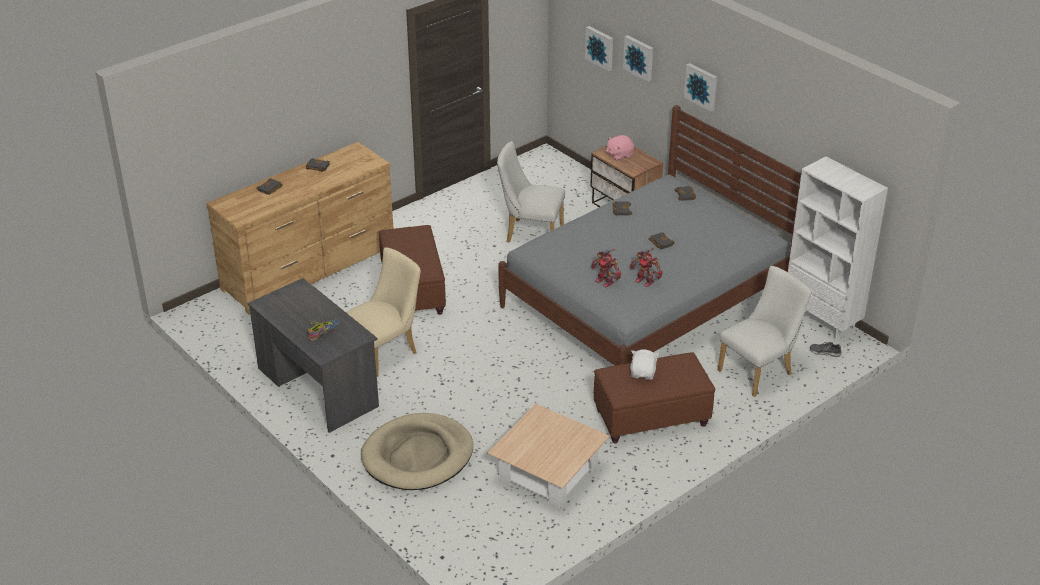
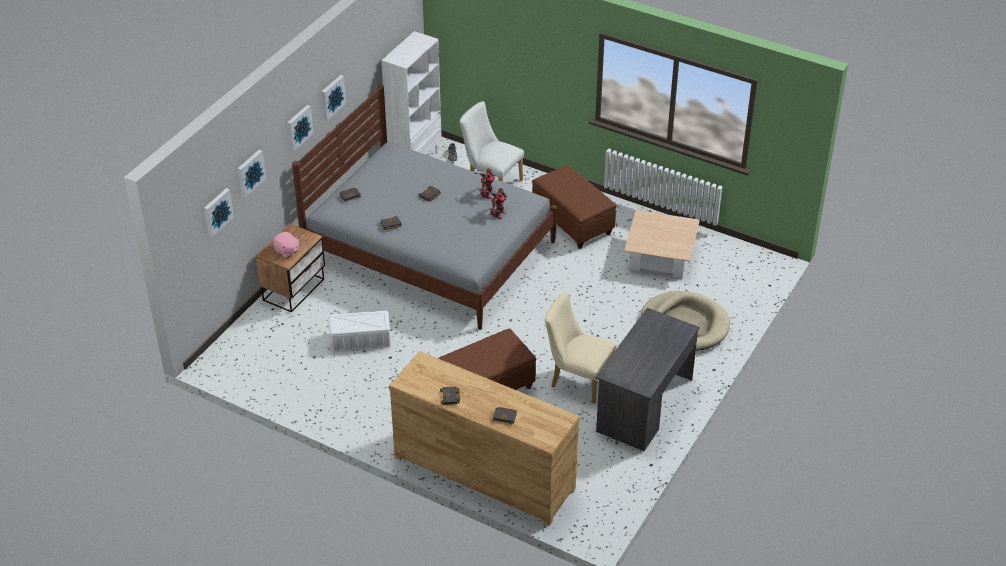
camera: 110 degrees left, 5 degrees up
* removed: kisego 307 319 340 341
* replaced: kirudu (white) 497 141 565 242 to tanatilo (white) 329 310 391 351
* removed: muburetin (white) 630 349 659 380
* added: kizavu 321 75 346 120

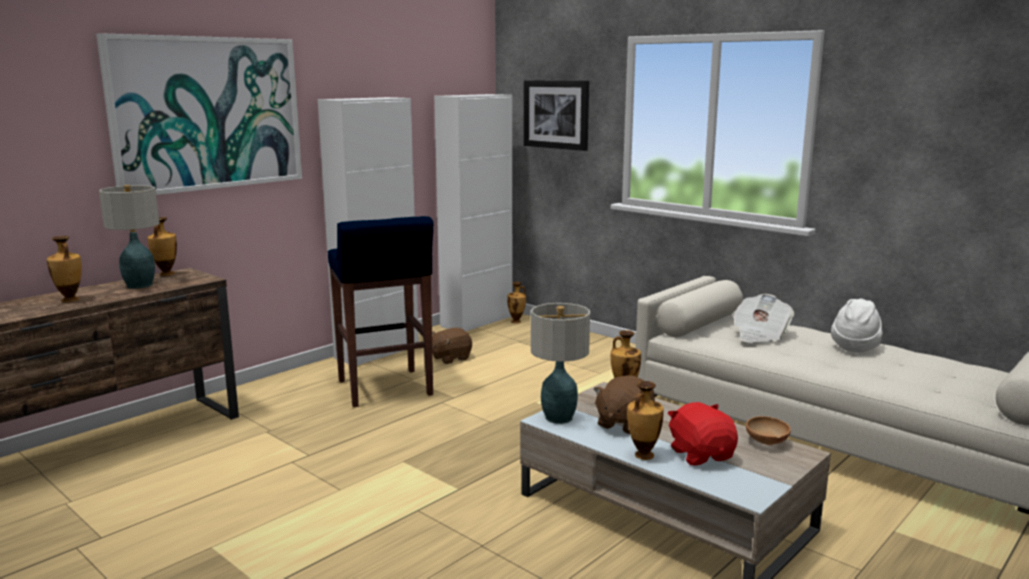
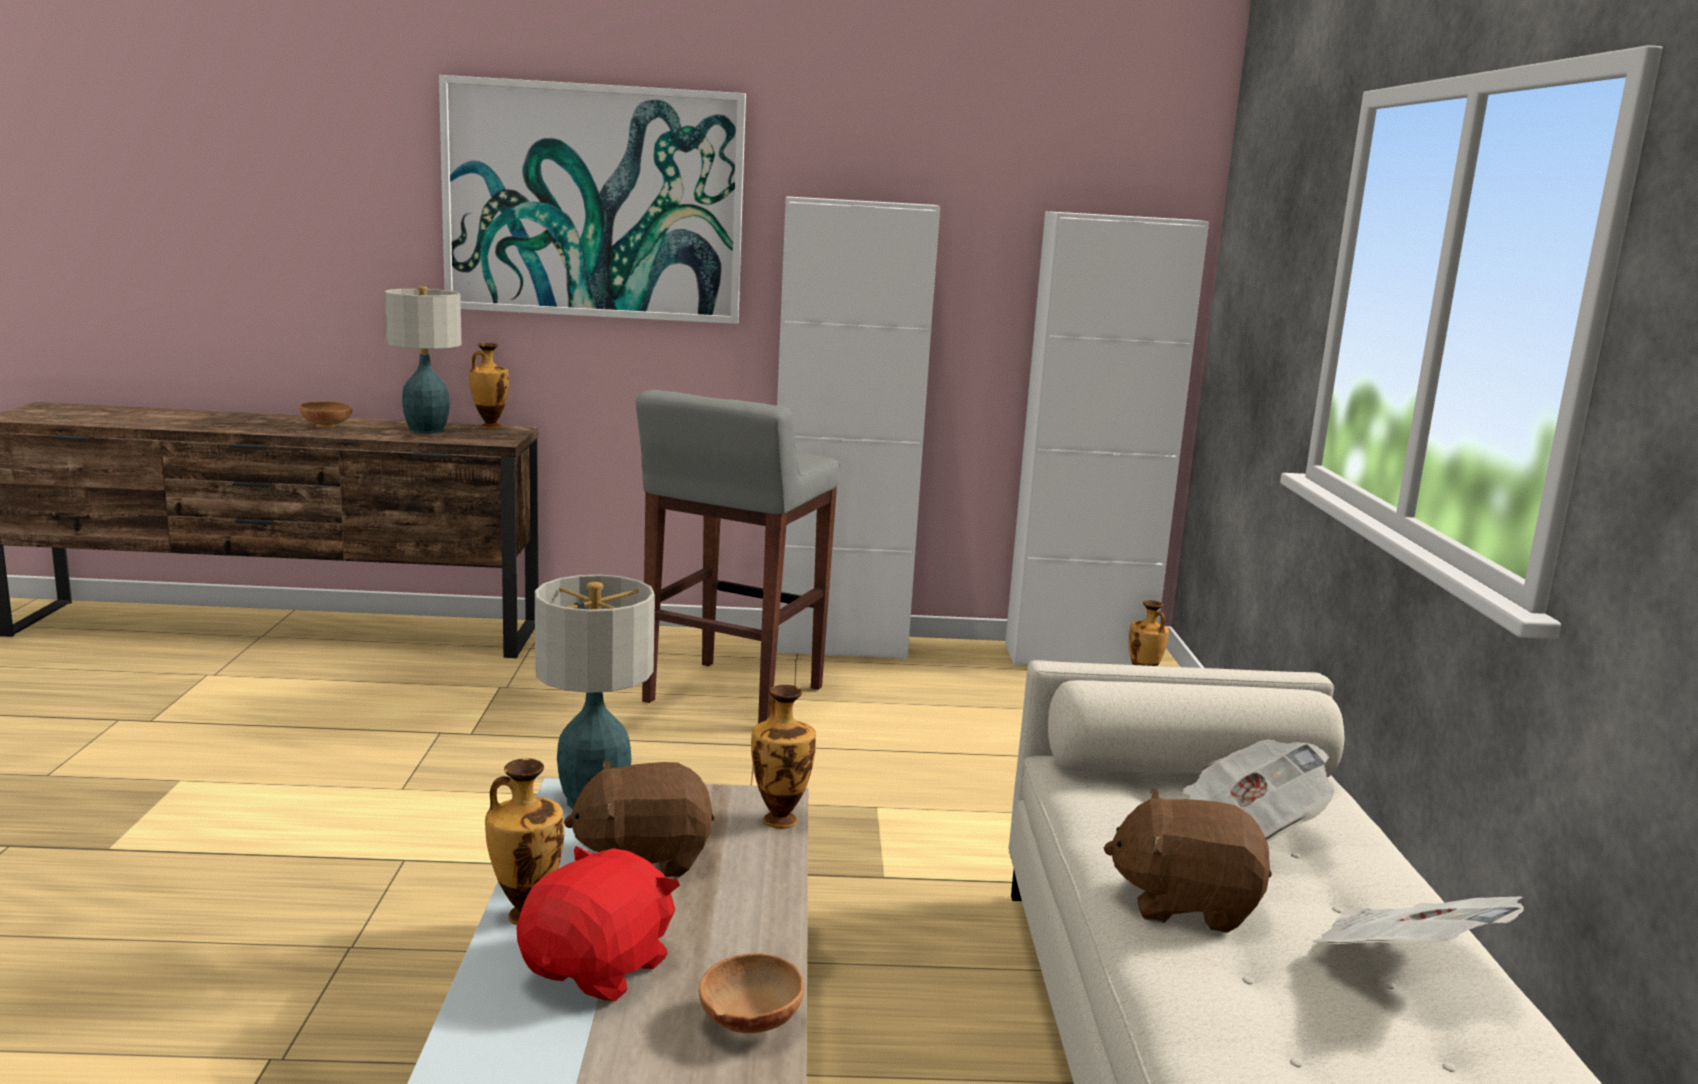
camera: 45 degrees right, 0 degrees up
* replaced: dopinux 47 236 82 302 to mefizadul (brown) 299 401 352 427
* recoloured: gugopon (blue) 328 216 433 407 to gugopon (grey) 636 390 840 724
* moved: muburetin (brown) 432 328 472 364 to 1104 789 1272 933
* removed: kizavu 524 80 589 151
* replaced: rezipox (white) 831 299 882 352 to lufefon 1313 897 1524 944

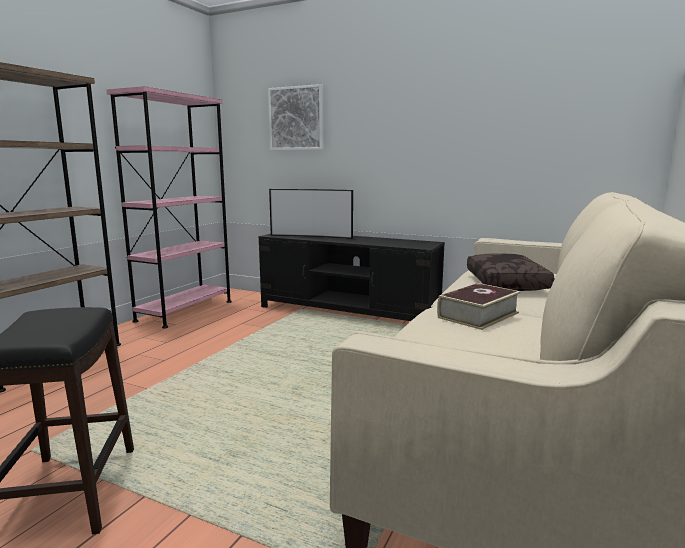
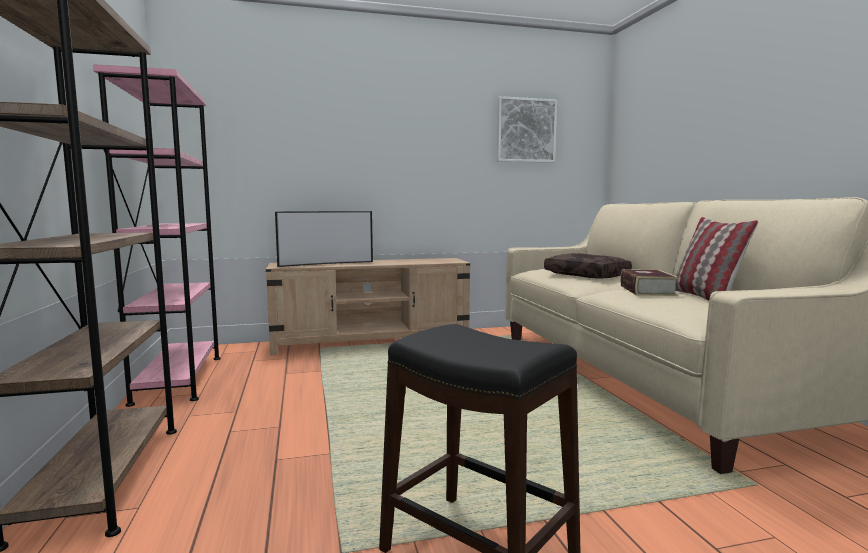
camera: 40 degrees left, 5 degrees down
* recoloured: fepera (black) 258 234 445 321 to fepera (beige) 266 258 470 356
* moved: kizavu 268 84 324 150 to 497 96 557 163
* added: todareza 675 217 758 301

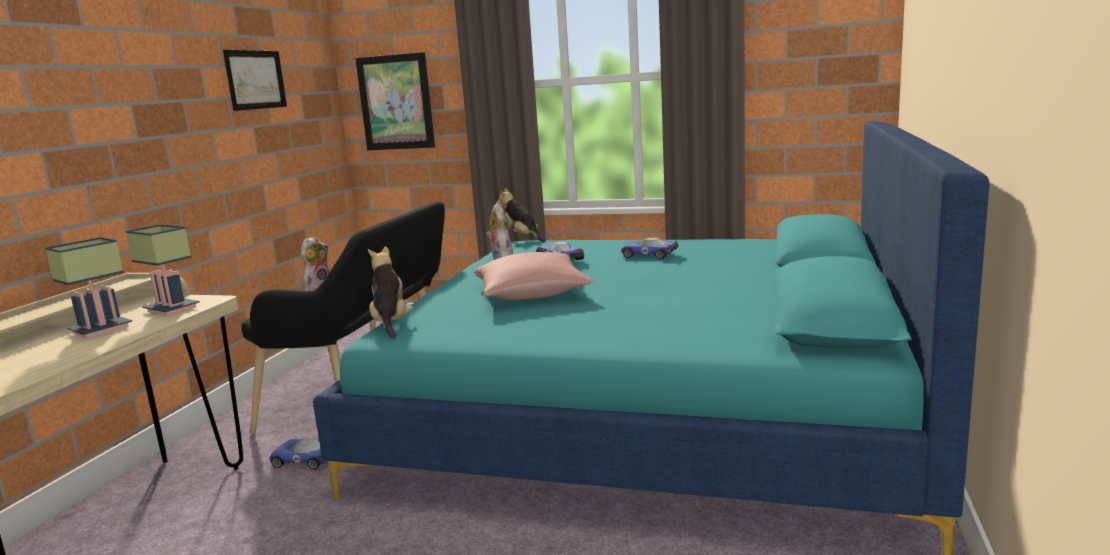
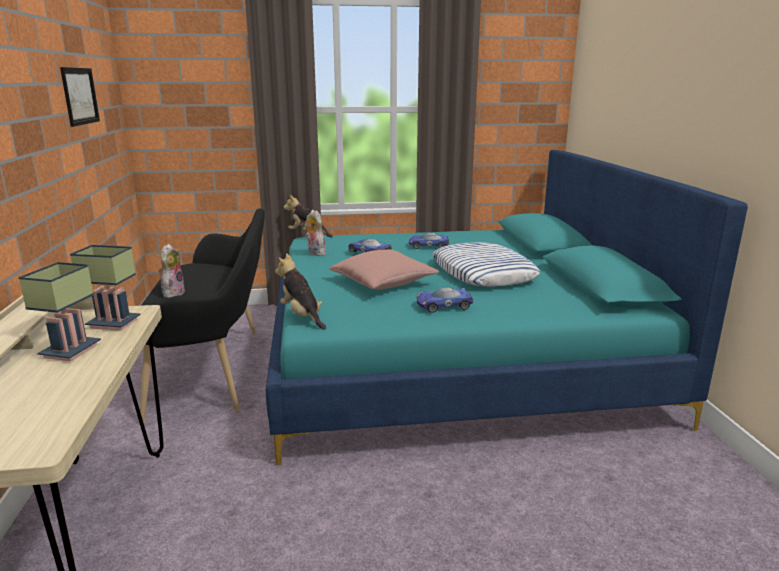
camera: 25 degrees left, 5 degrees up
* moved: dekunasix 269 438 325 470 to 416 287 474 313
* removed: kizavu 355 52 435 150
* added: todareza 432 242 541 287

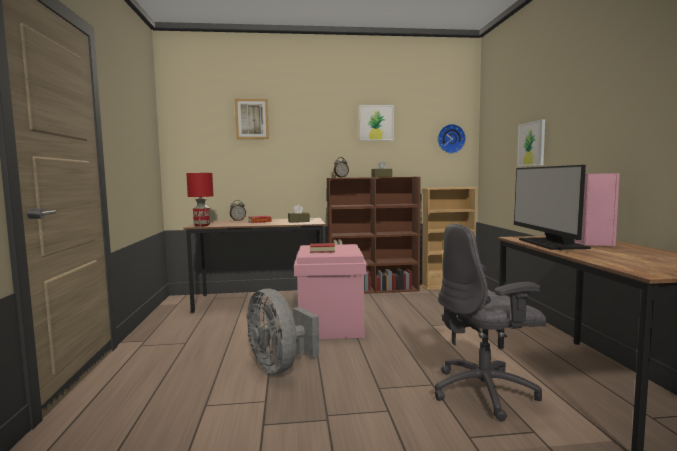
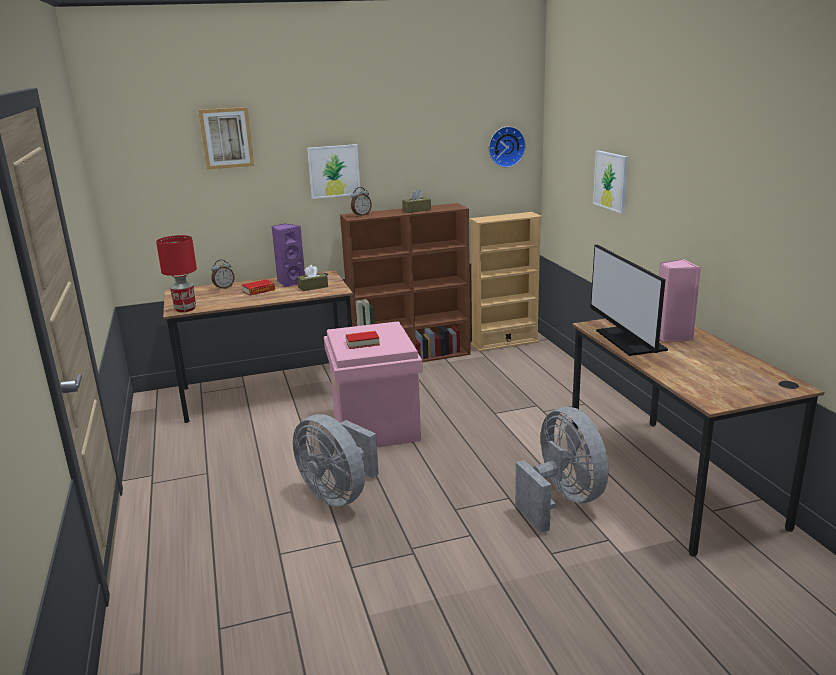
camera: 10 degrees left, 15 degrees up
* moved: kizavu 359 105 394 141 to 307 144 361 199
* replaced: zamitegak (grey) 435 223 546 422 to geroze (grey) 515 407 609 533
* added: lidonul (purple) 271 223 305 288

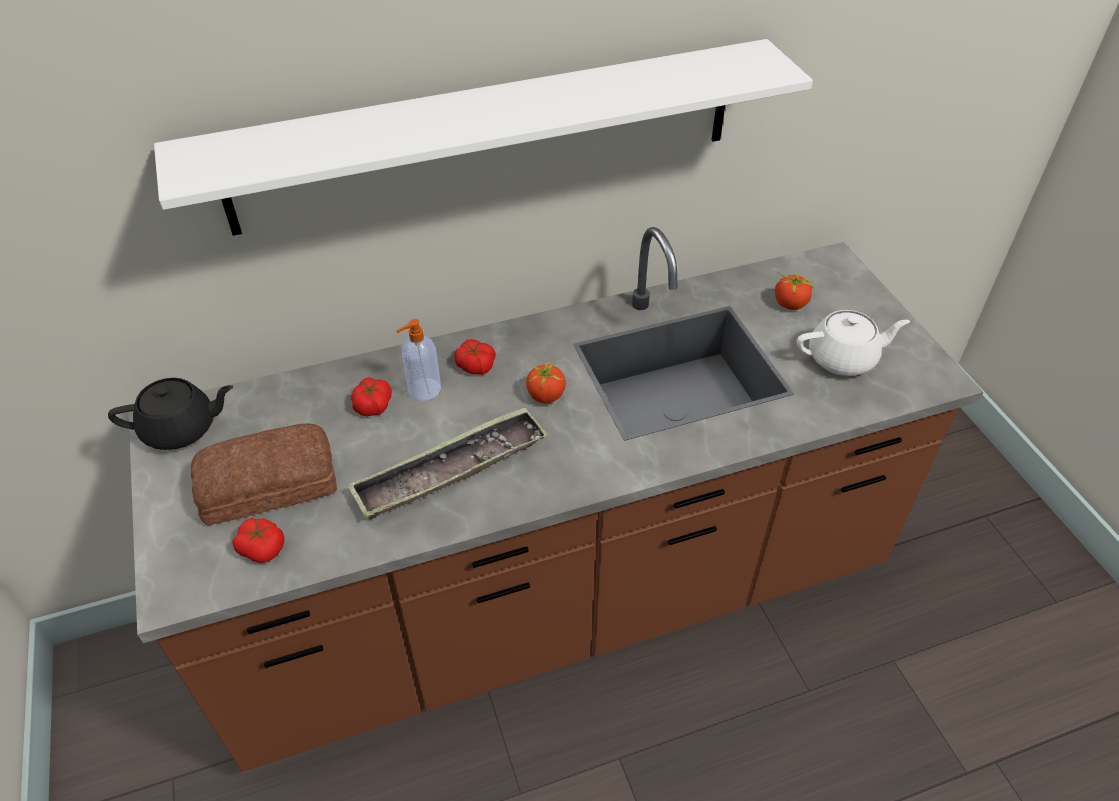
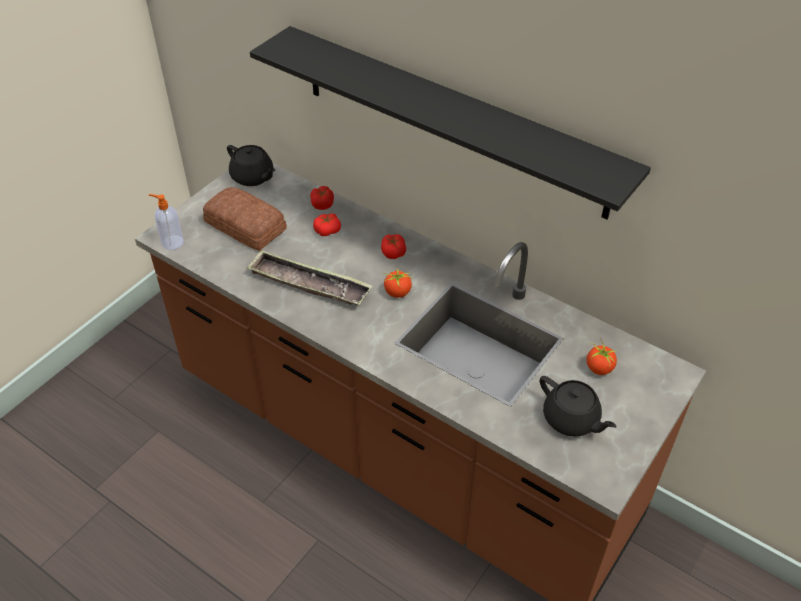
camera: 55 degrees right, 0 degrees up
* recoloured: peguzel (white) 154 39 813 236 to peguzel (black) 250 26 651 219
* moved: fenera 232 518 284 563 to 310 186 334 210
* moved: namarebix 396 319 441 401 to 149 194 184 250
* recoloured: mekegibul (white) 796 310 910 376 to mekegibul (black) 540 376 617 437

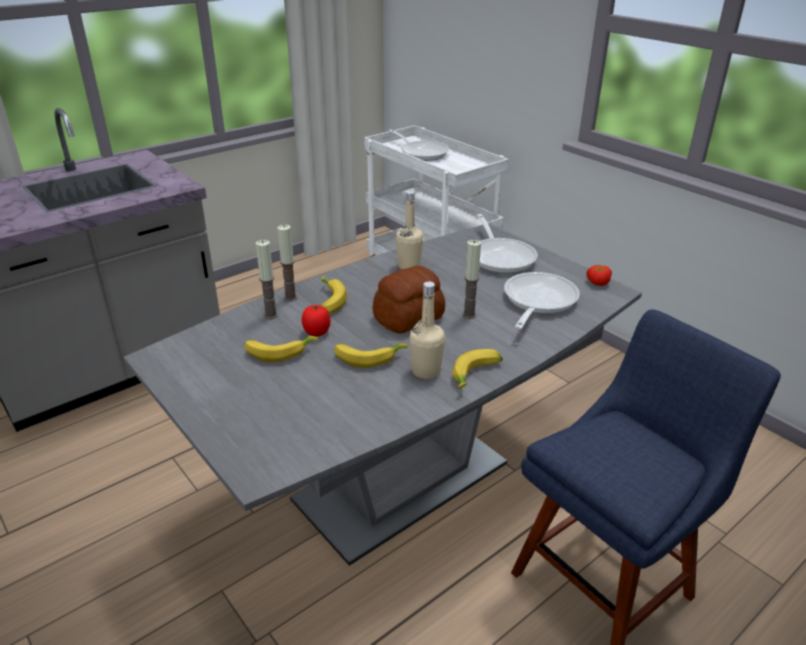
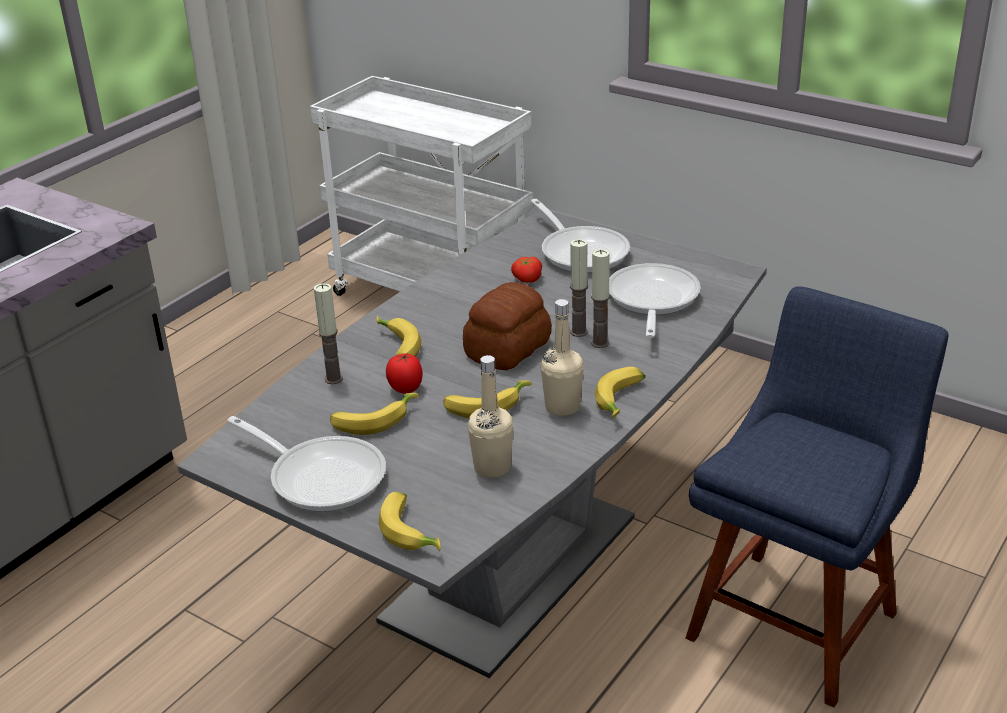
camera: 15 degrees left, 0 degrees up
* moved: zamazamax 277 225 298 301 to 591 249 610 348
* moved: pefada 389 129 449 161 to 228 416 386 512
* moved: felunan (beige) 396 191 424 269 to 468 355 513 478
* moved: fenera 586 265 612 286 to 511 257 542 283
* added: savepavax 379 492 441 551

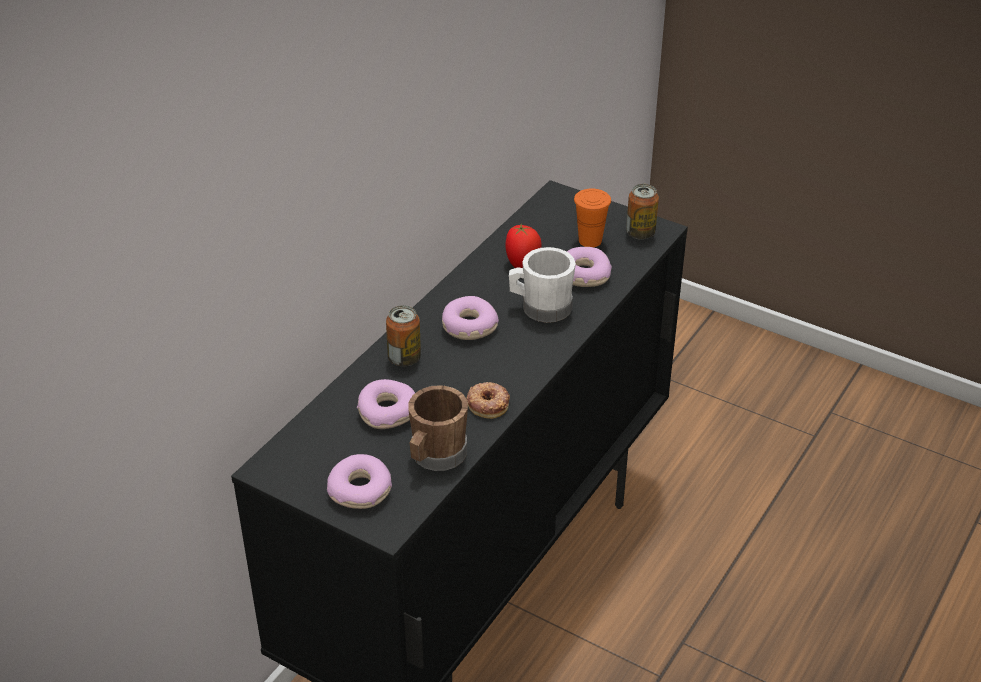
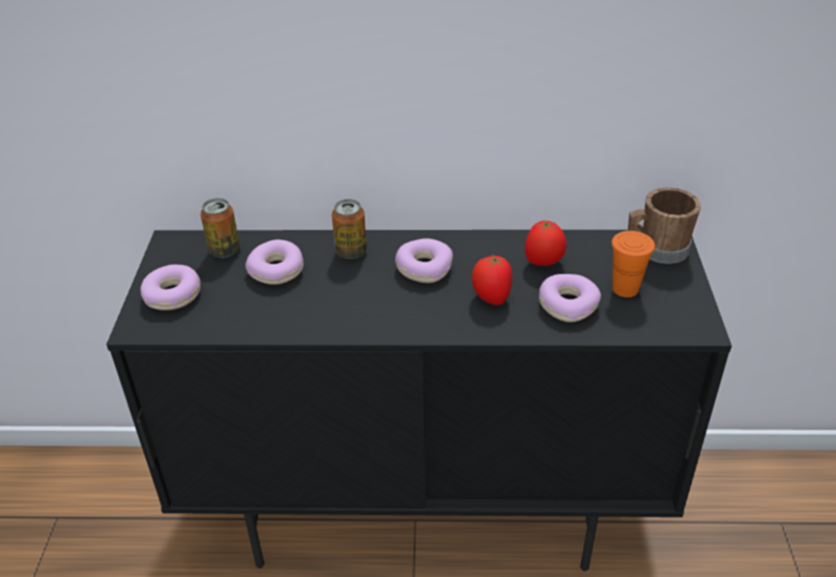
camera: 60 degrees right, 0 degrees up
* moved: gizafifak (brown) 408 385 468 471 to 628 187 701 264
* removed: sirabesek 467 382 510 419
* replaced: gizafifak (white) 509 247 576 323 to fenera 472 254 512 305
* moved: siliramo 626 184 659 240 to 200 198 240 258

